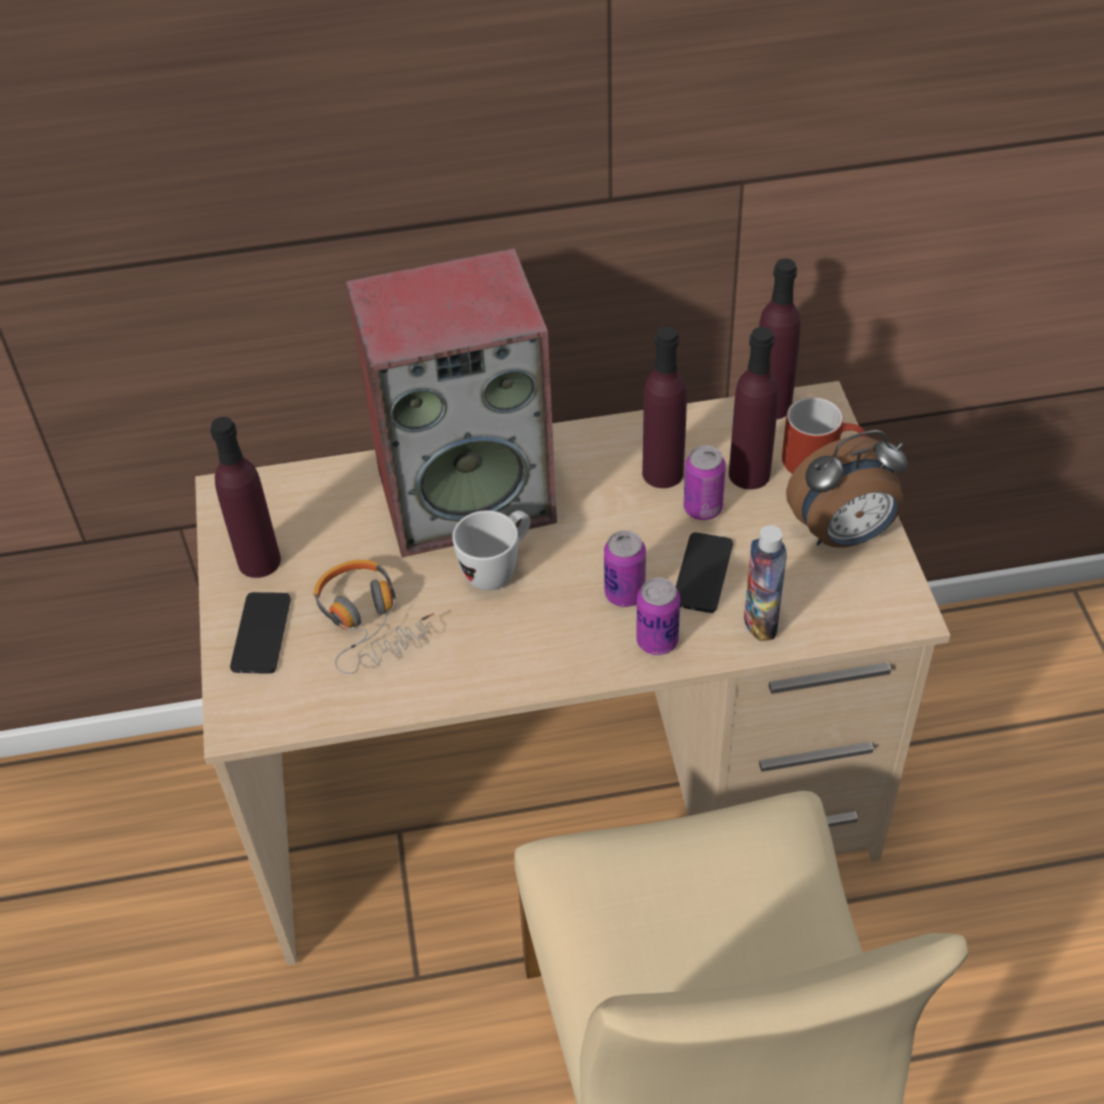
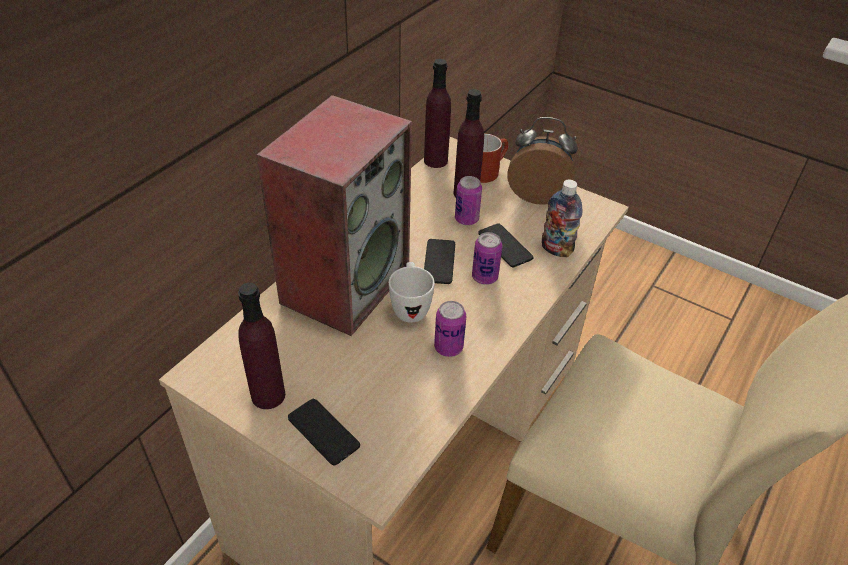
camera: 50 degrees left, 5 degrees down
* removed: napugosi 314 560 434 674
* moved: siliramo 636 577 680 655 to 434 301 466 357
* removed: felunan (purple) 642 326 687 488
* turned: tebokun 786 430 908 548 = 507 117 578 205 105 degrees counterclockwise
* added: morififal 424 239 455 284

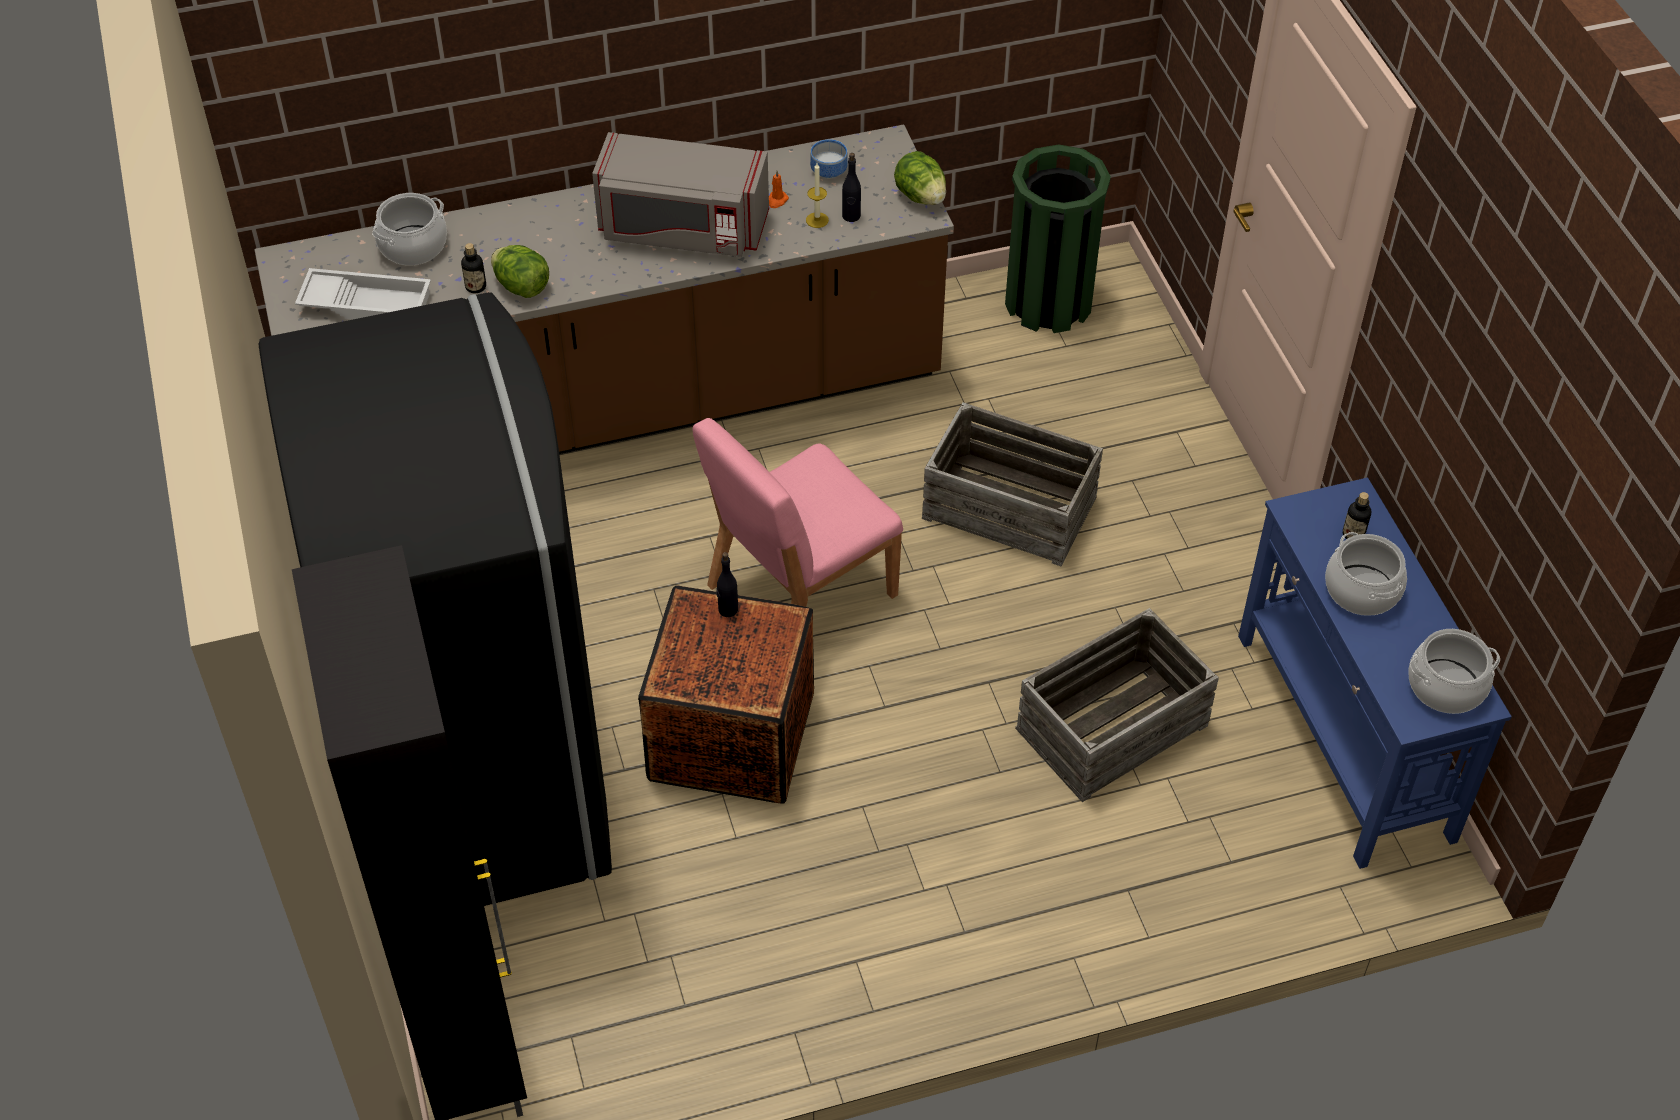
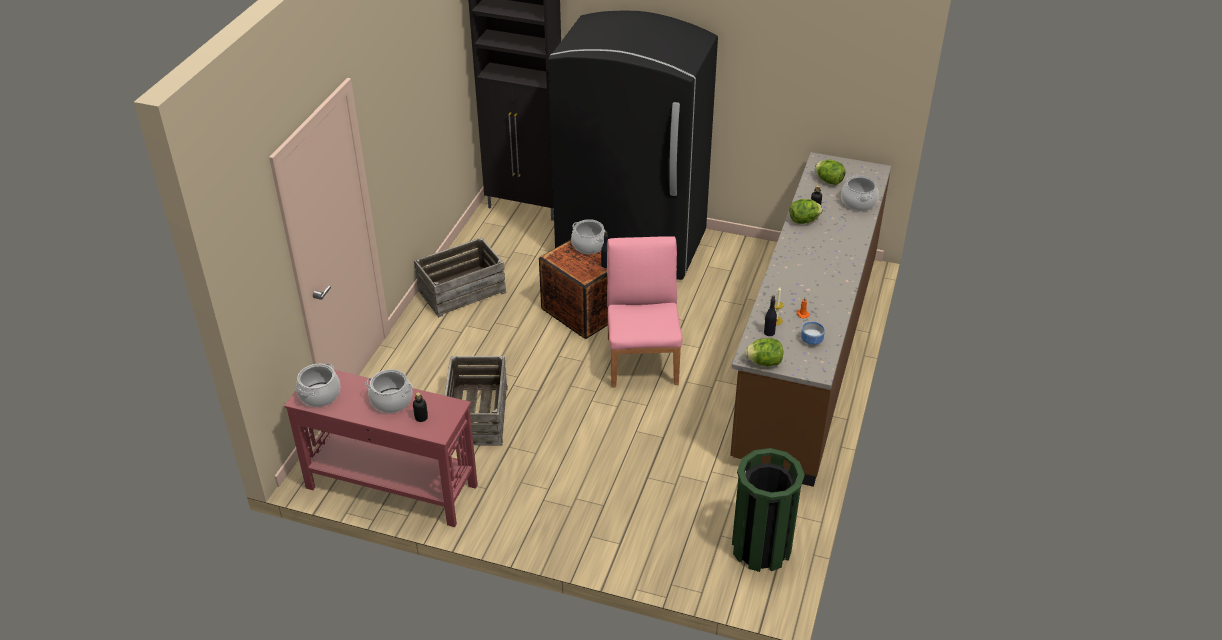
camera: 125 degrees right, 10 degrees down
* replaced: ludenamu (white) 295 268 431 319 to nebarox 815 159 846 185
* removed: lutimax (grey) 592 132 769 257
* moved: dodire 922 402 1103 567 to 414 237 506 317
* recoloured: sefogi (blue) 1238 477 1512 869 to sefogi (red) 284 370 478 527
* added: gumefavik 571 219 605 254

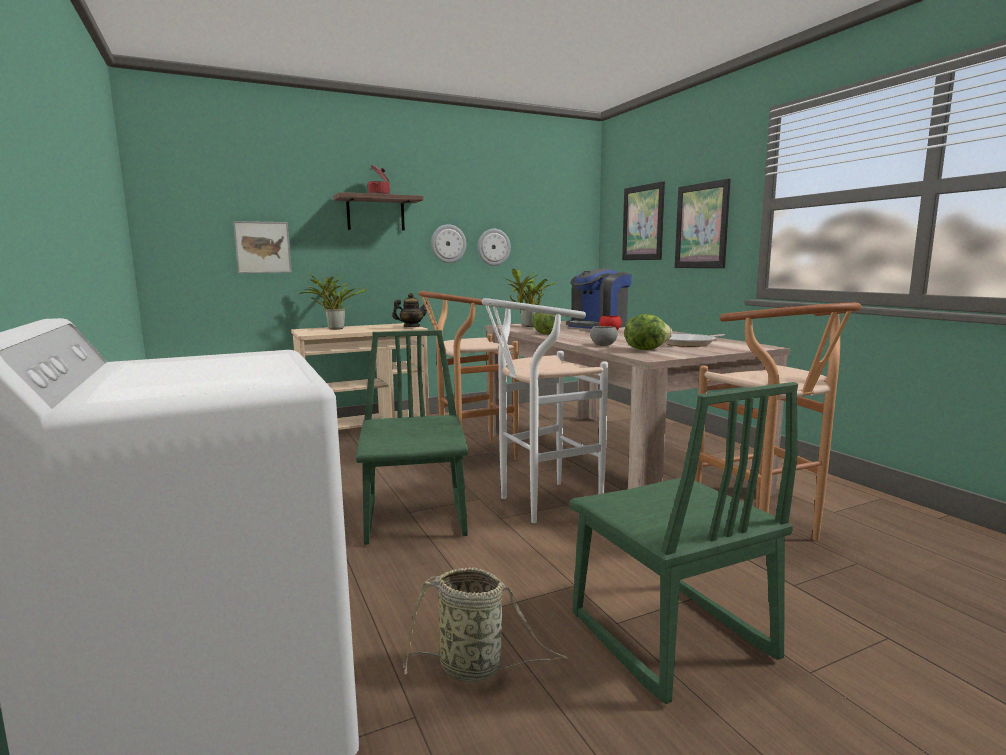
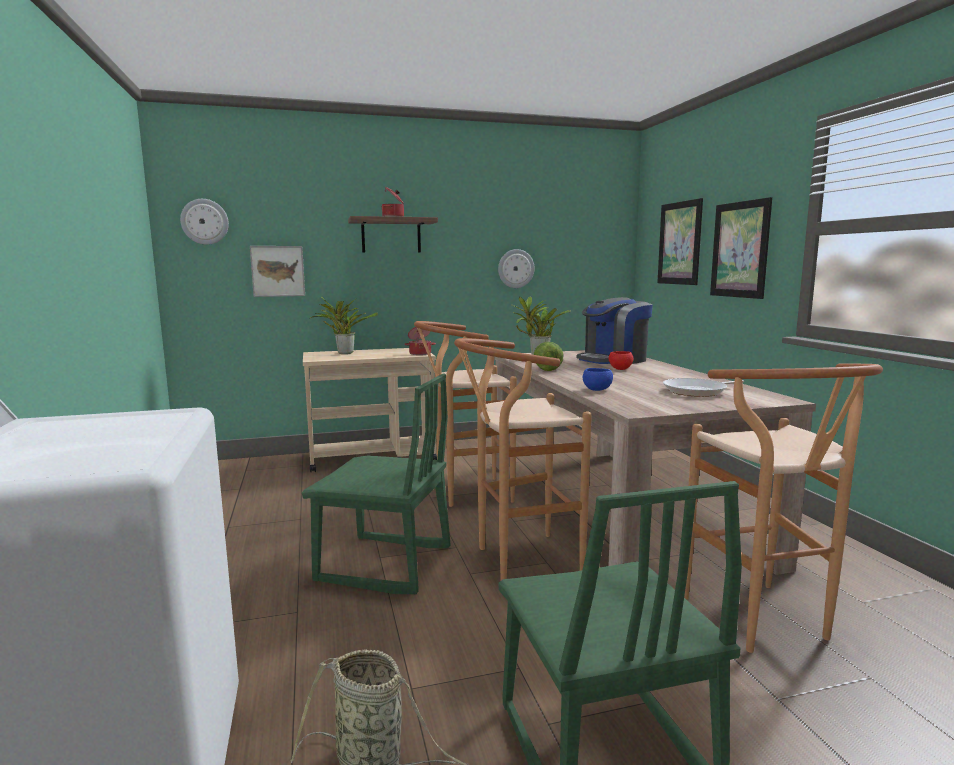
camera: 10 degrees right, 0 degrees up
* turned: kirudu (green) 356 330 468 545 = 302 374 450 594 105 degrees clockwise
* replaced: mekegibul 392 293 427 327 to gumefavik 404 327 436 355
* moved: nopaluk 431 224 466 263 to 180 199 229 245
* recoloured: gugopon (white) 481 298 608 523 to gugopon (brown) 454 338 591 580
* recoloured: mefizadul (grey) 590 326 618 346 to mefizadul (blue) 583 368 613 391
* removed: nebarox 625 314 672 350

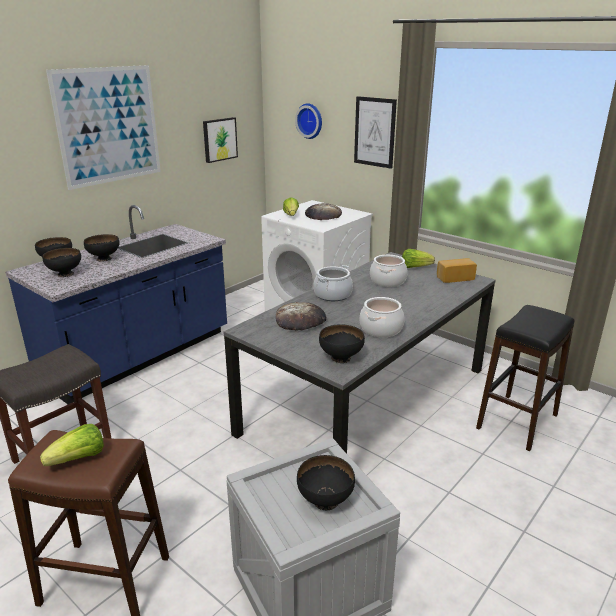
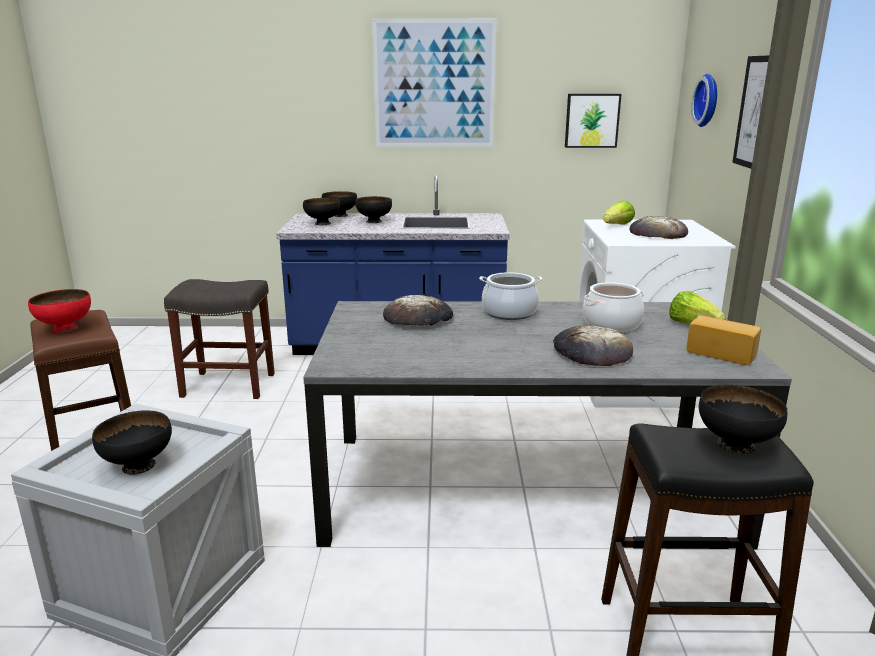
camera: 50 degrees right, 5 degrees down
* replaced: nebarox 40 424 104 466 to mefizadul (red) 28 289 91 333
* moved: mefizadul (black) 319 324 365 363 to 699 385 787 454
* removed: gumefavik 360 297 405 337
* added: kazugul 553 324 633 366

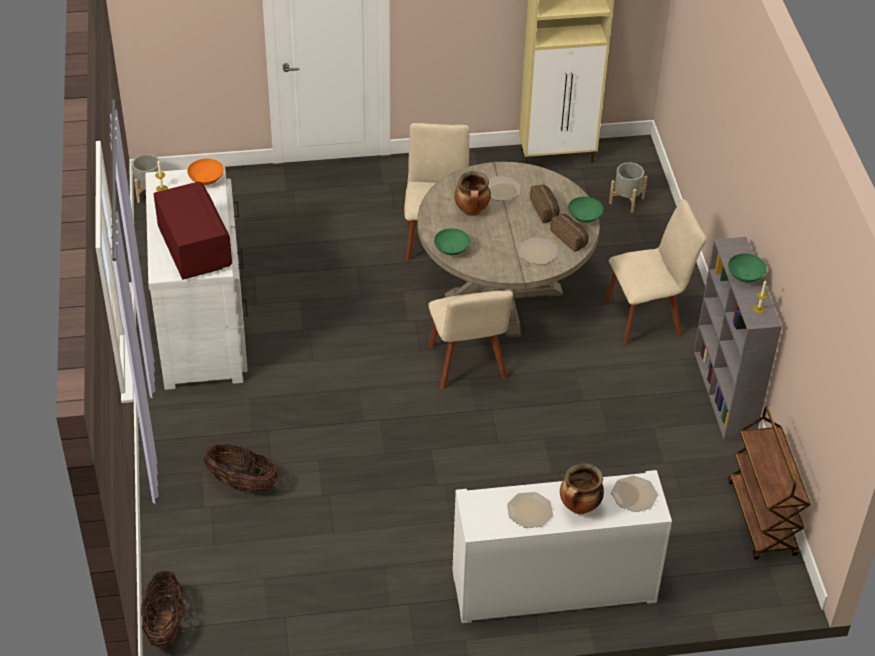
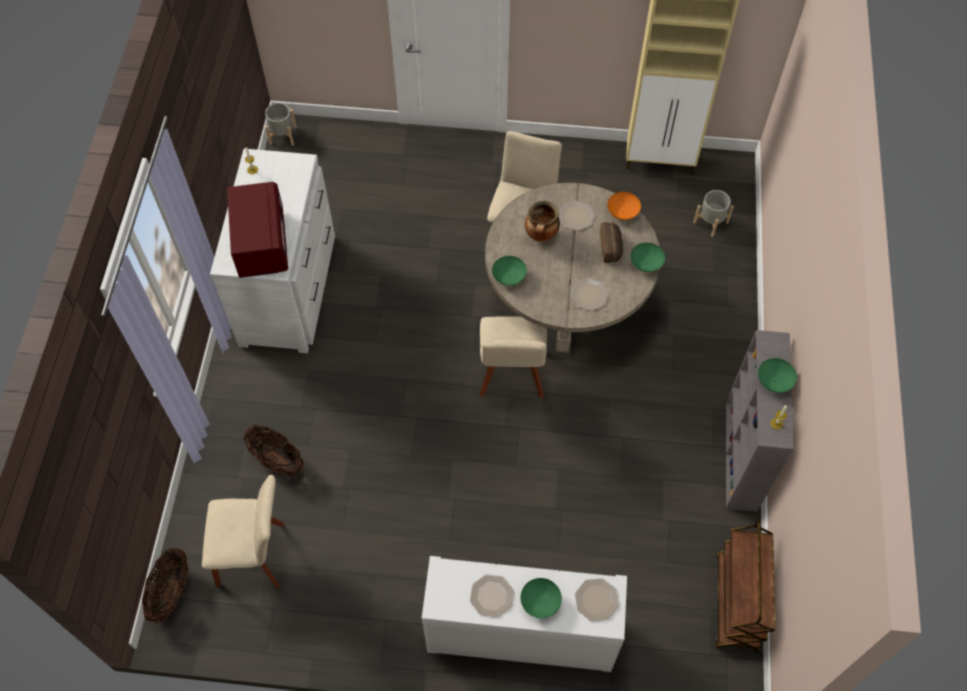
camera: 15 degrees right, 15 degrees up
* moved: mefizadul (orange) 187 159 224 185 to 607 192 641 220
* removed: kazugul 550 214 589 252
* replaced: gumefavik 560 463 604 514 to mefizadul (green) 521 578 562 618
* moved: kirudu (beige) 604 199 706 345 to 202 475 284 588

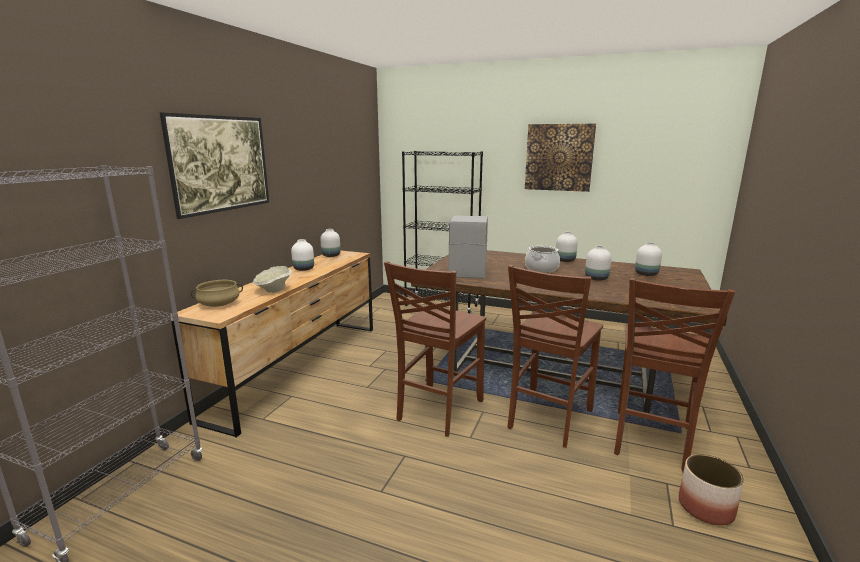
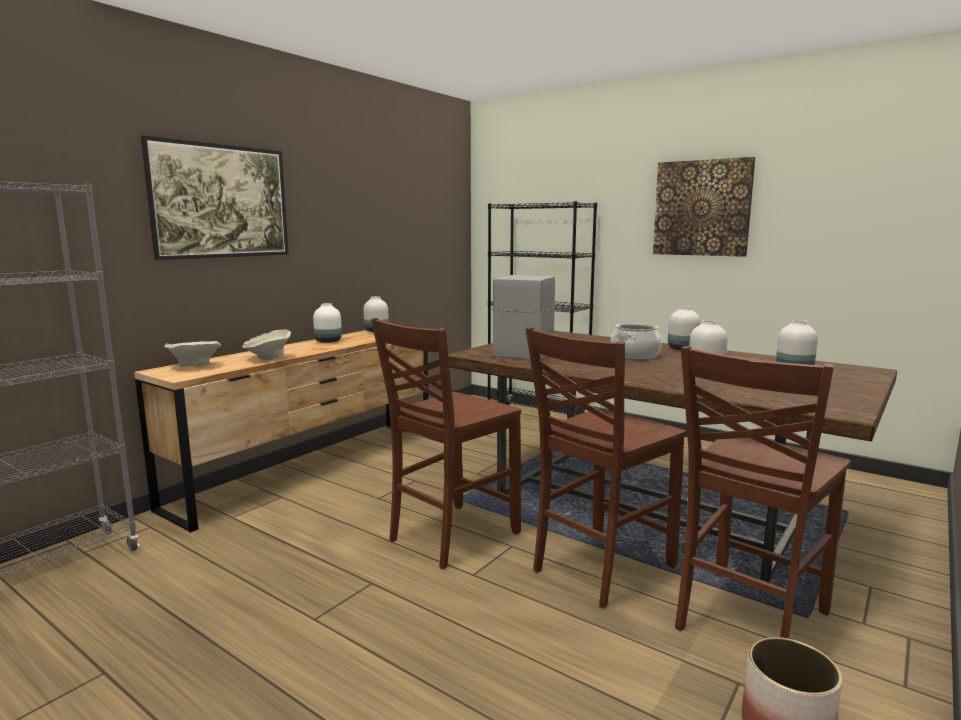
camera: 15 degrees right, 5 degrees down
* replaced: gumefavik (beige) 191 280 243 307 to mefizadul (beige) 164 341 221 367

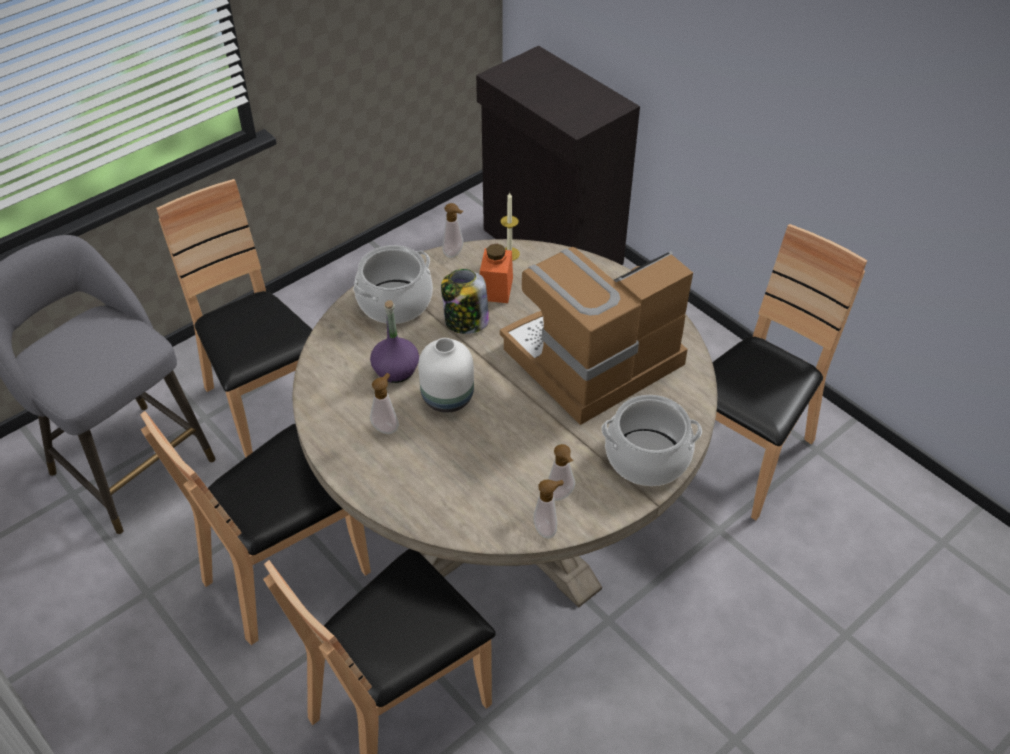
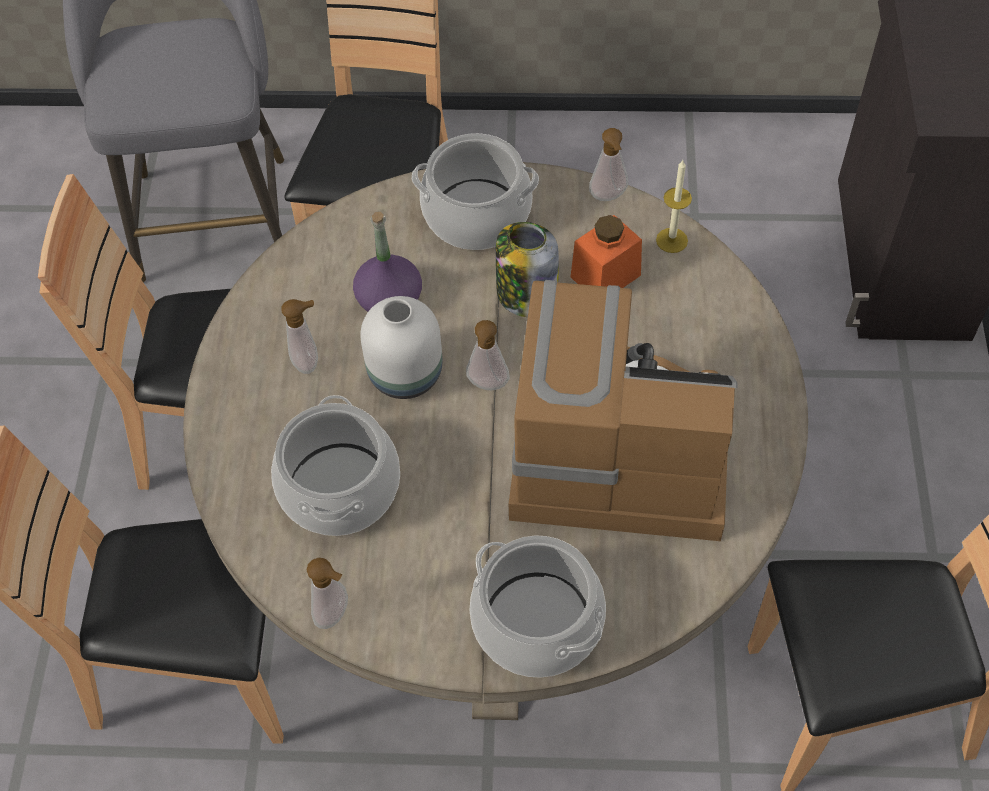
camera: 45 degrees right, 10 degrees up
* moved: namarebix 548 444 575 501 to 466 320 510 390
* added: gumefavik 271 395 400 536

